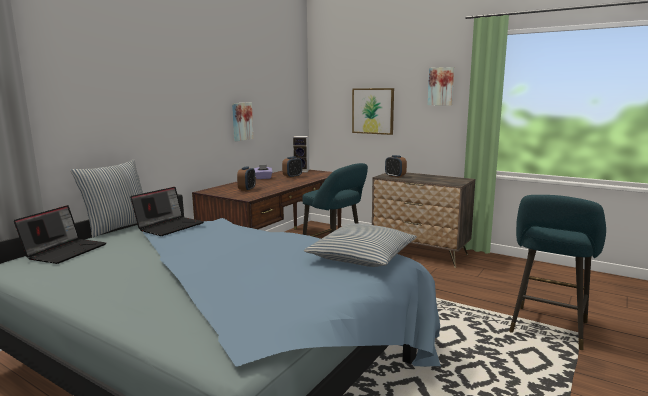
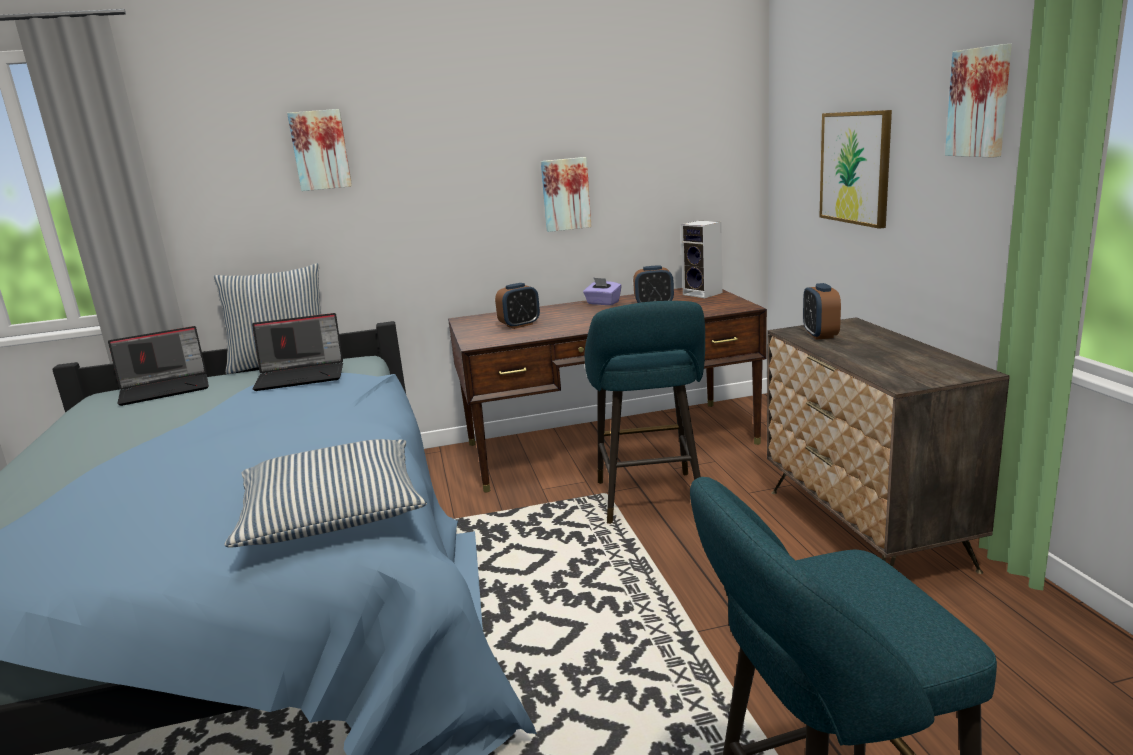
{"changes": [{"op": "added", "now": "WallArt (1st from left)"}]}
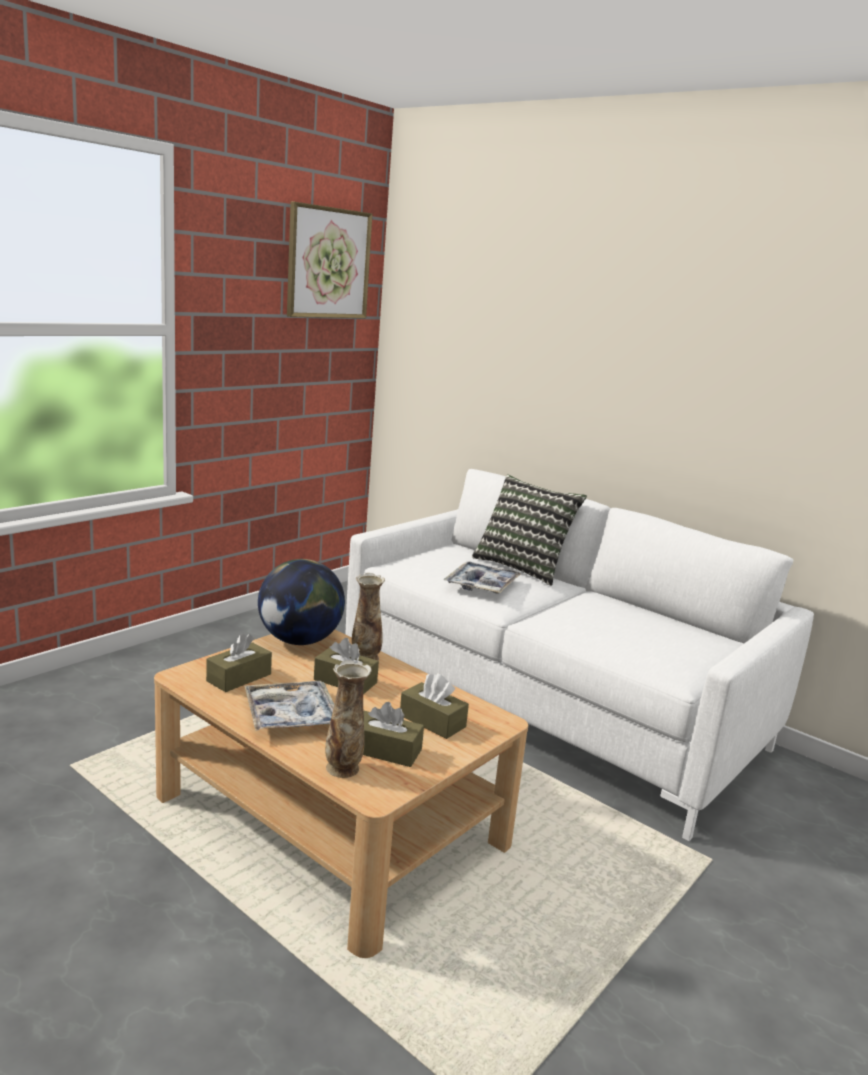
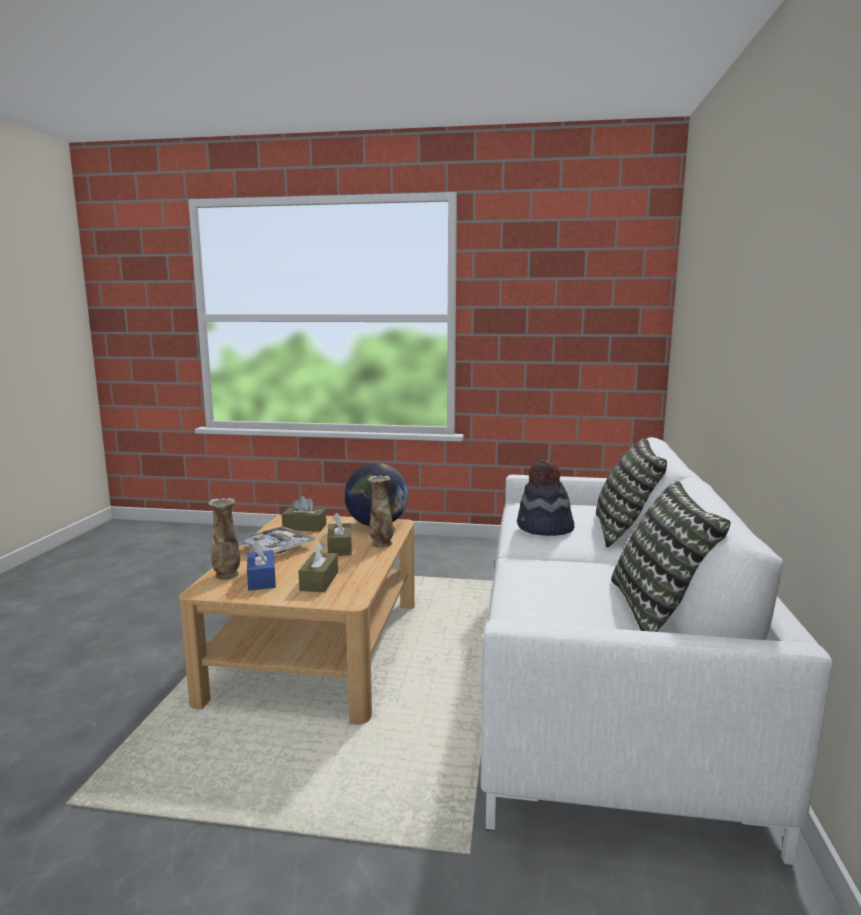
{"changes": [{"op": "removed", "was": "WallArt"}, {"op": "added", "now": "Pillow (2nd from left)"}, {"op": "replaced", "was": "CarryingTray (2nd from left)", "now": "Hat"}, {"op": "recoloured", "was": "BrownishTissueHolder (3rd from left)", "now": "BluishTissueHolder"}]}
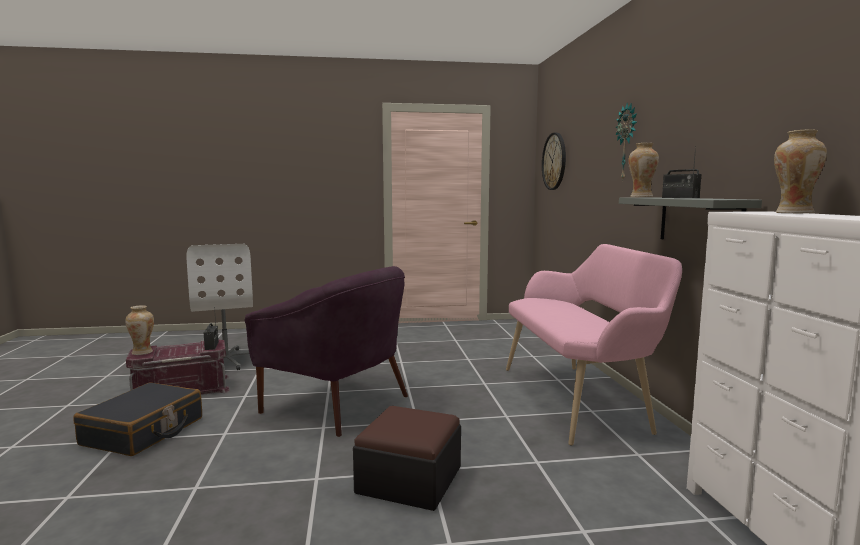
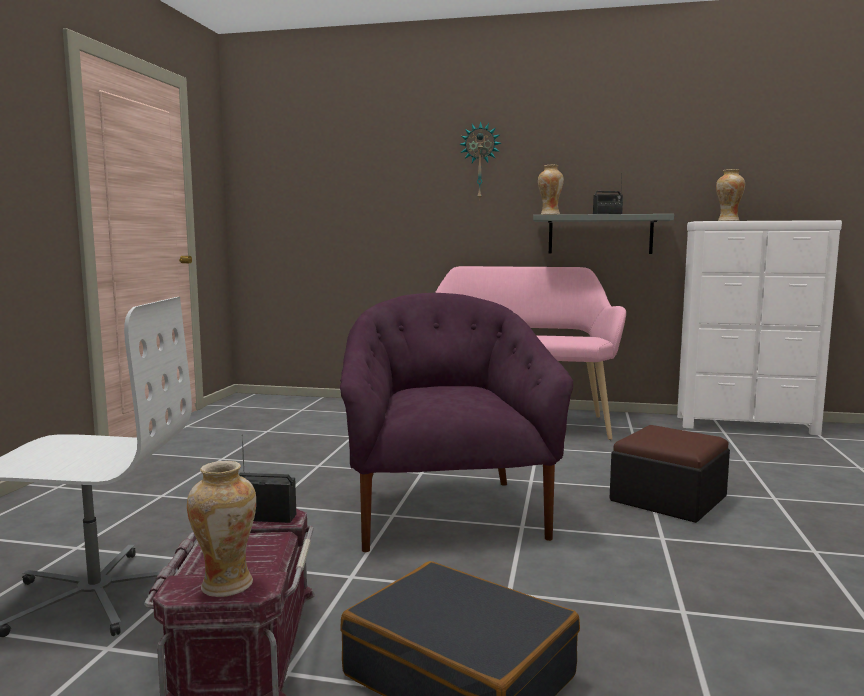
{"changes": [{"op": "removed", "was": "ClockOnTheWall (1st from left)"}, {"op": "turned", "was": "PurpleArmchair", "clockwise": -60}]}
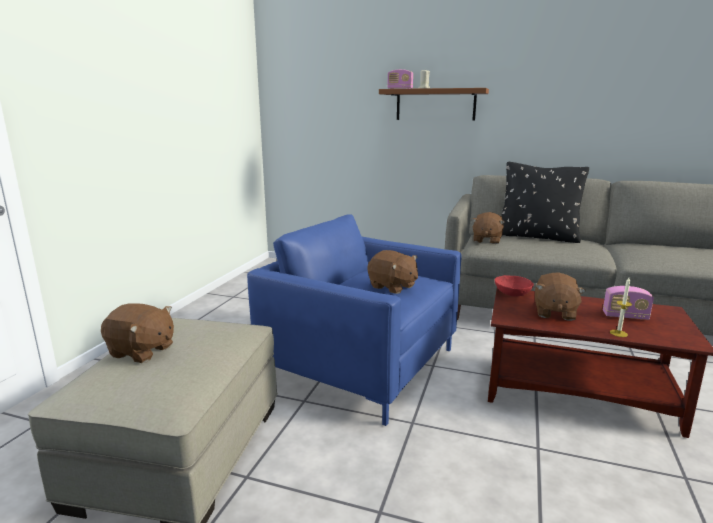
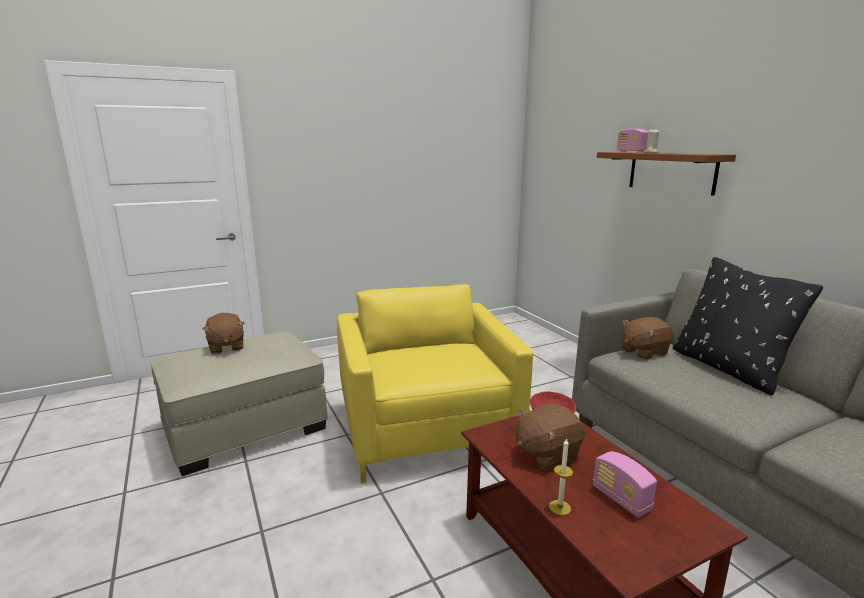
{"changes": [{"op": "removed", "was": "BrownishSoftToy (2nd from left)"}, {"op": "recoloured", "was": "BluishArmchair", "now": "YellowColouredArmchair"}]}
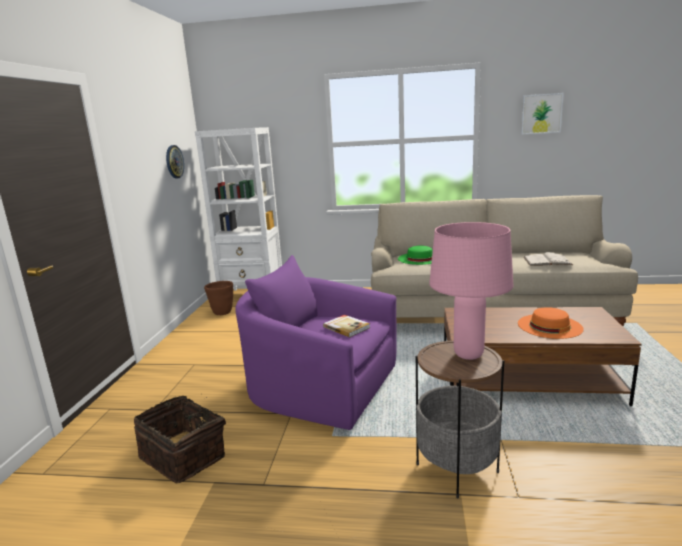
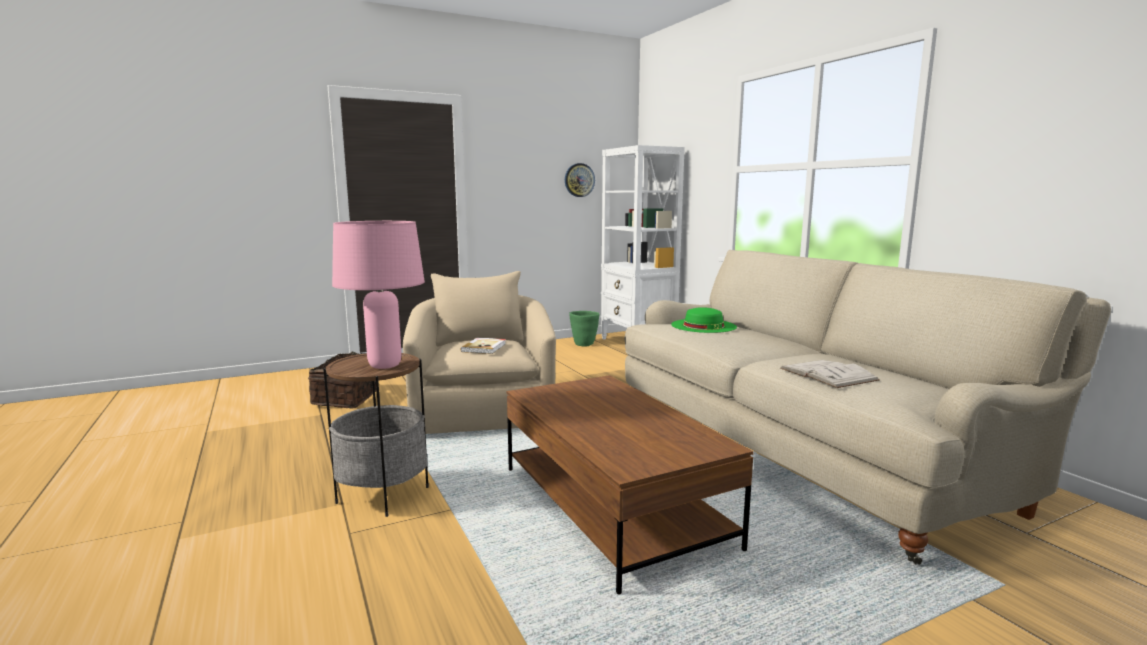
{"changes": [{"op": "removed", "was": "OrangeHat"}, {"op": "removed", "was": "WallArt"}, {"op": "recoloured", "was": "BrownishPlantPot", "now": "GreenishPlantPot"}, {"op": "recoloured", "was": "PurpleArmchair", "now": "BeigeArmchair"}]}
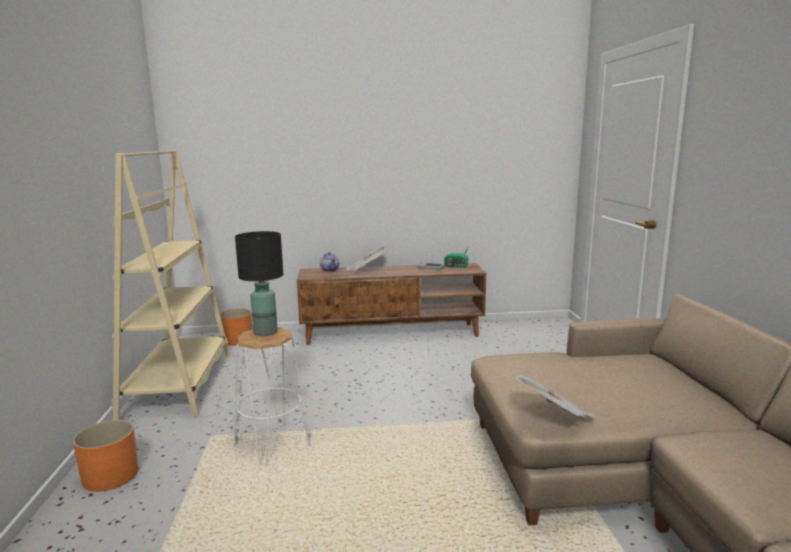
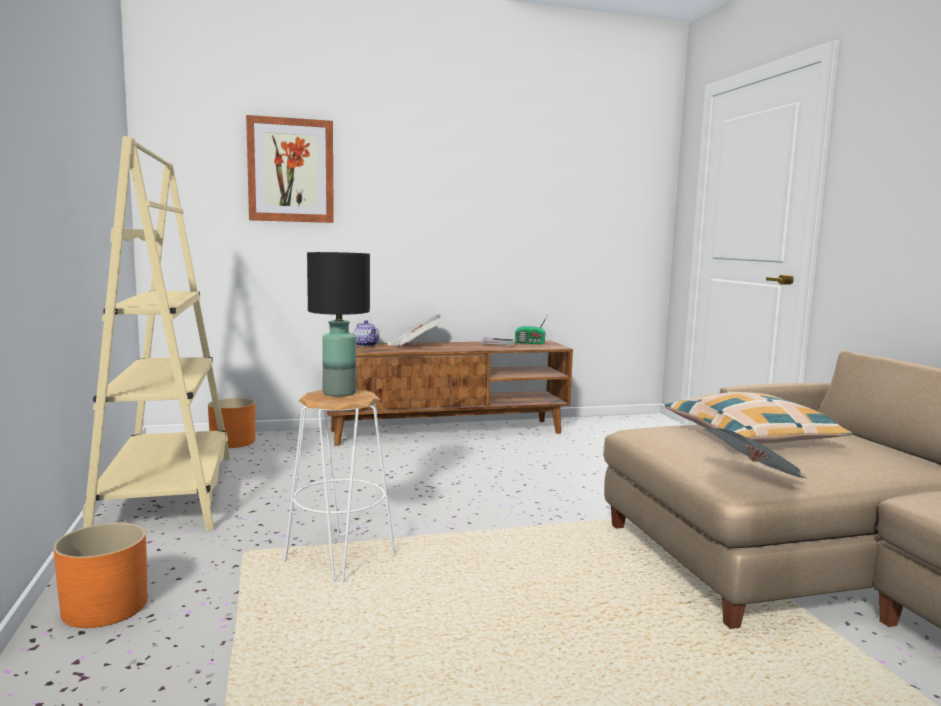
{"changes": [{"op": "added", "now": "WallArt"}, {"op": "added", "now": "Pillow"}]}
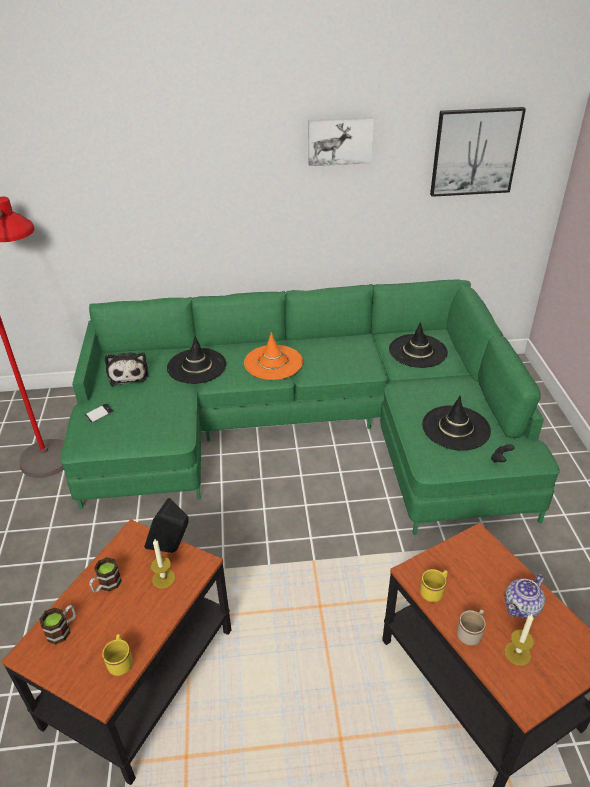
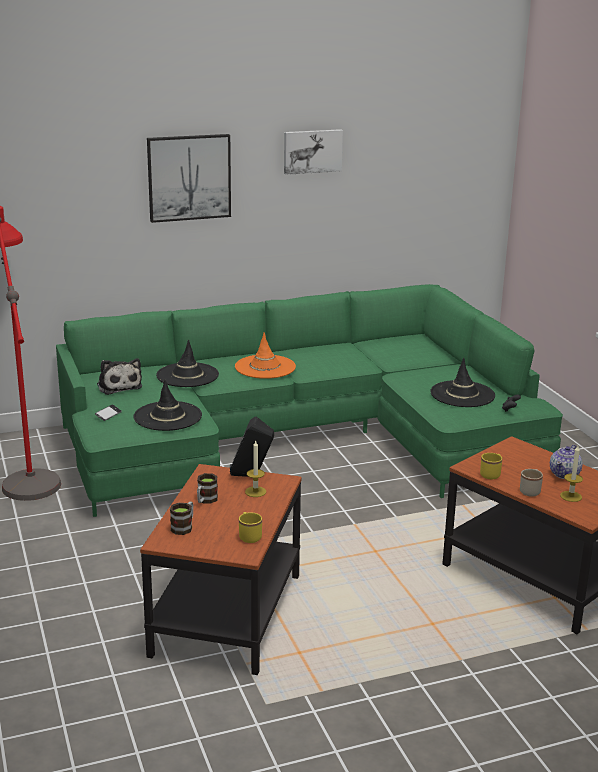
{"changes": [{"op": "moved", "was": "BlackHat (2nd from left in the first image)", "now": "BlackHat (1st from left)"}, {"op": "moved", "was": "WallArt (2nd from left in the first image)", "now": "WallArt (1st from left)"}]}
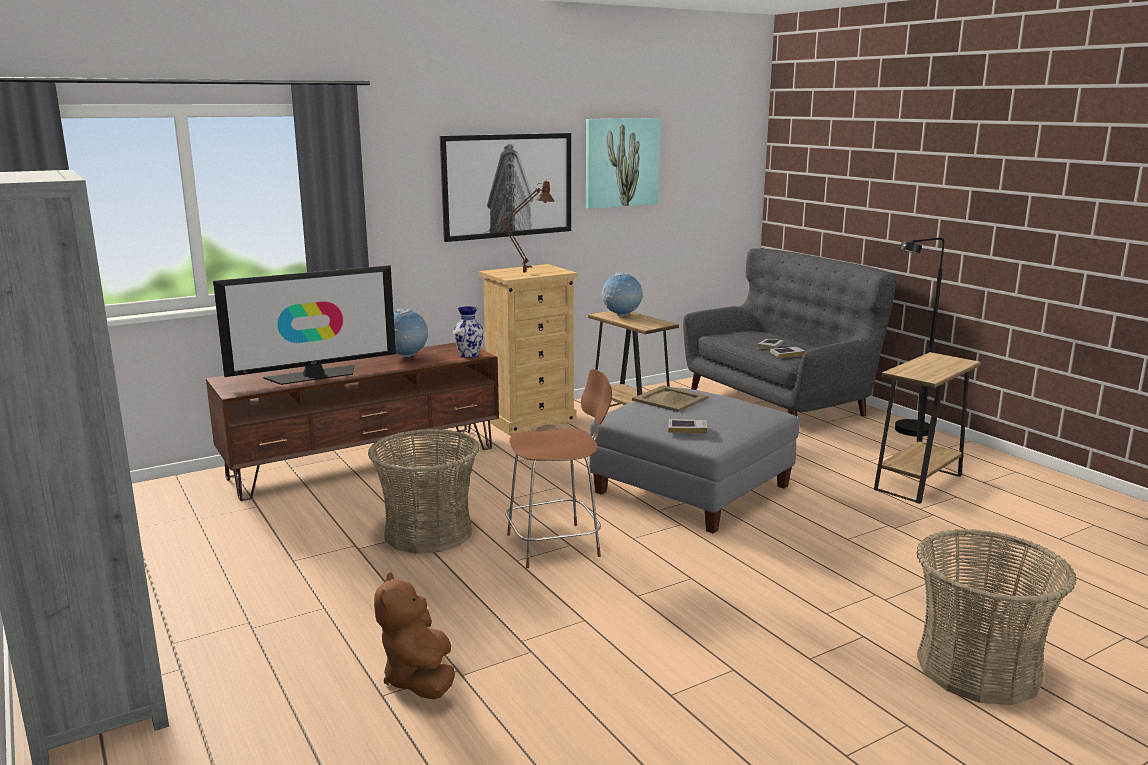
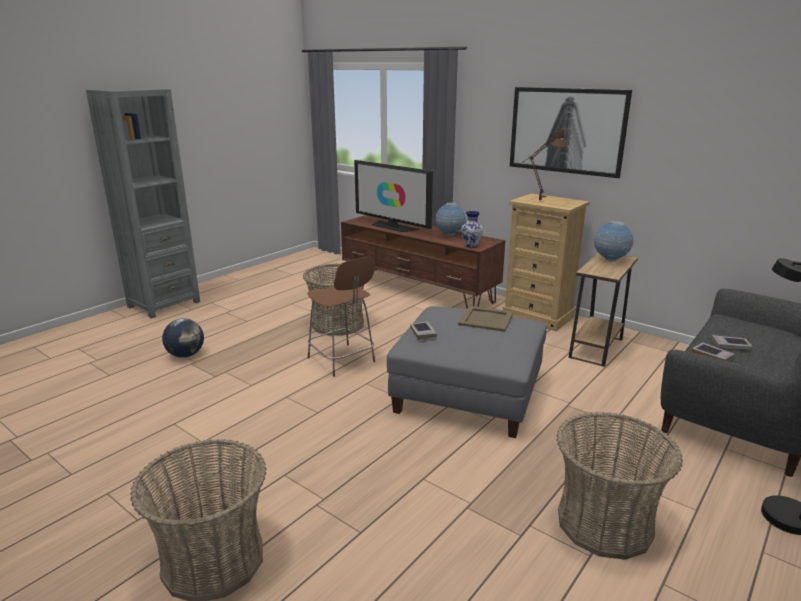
{"changes": [{"op": "removed", "was": "WallArt (2nd from left)"}, {"op": "replaced", "was": "BrownishSoftToy", "now": "WorldGlobe (1st from left)"}, {"op": "replaced", "was": "BrownishAccentTable (2nd from left)", "now": "Basket (3rd from left)"}]}
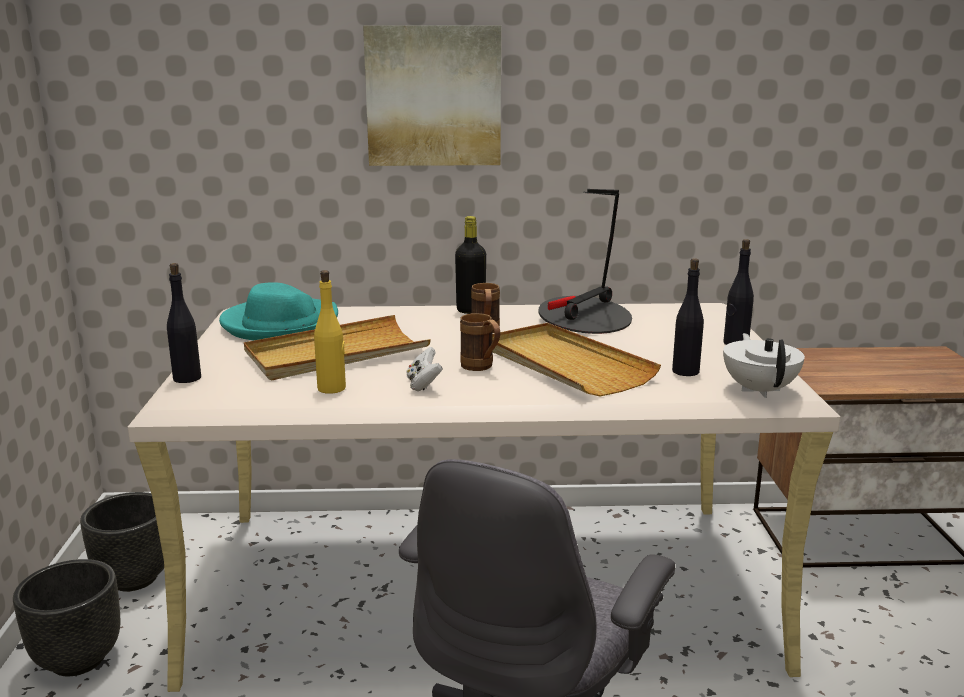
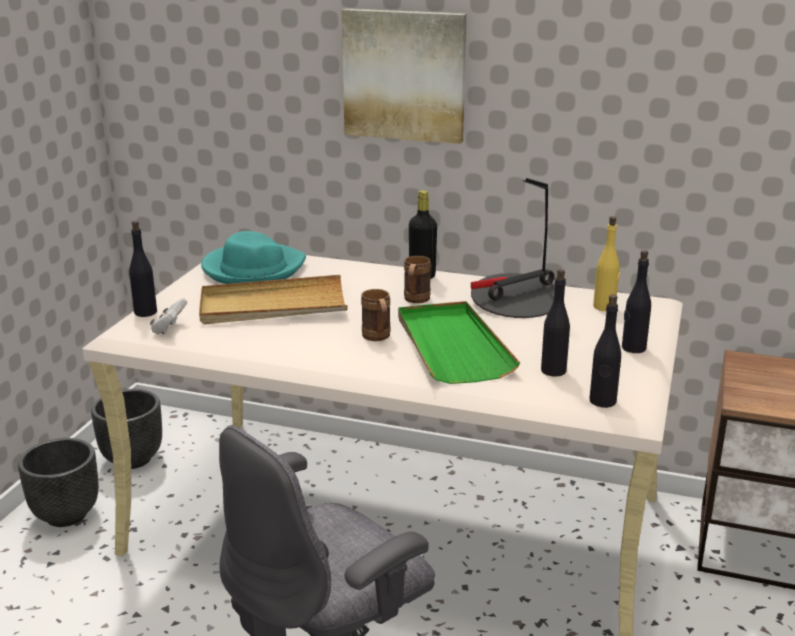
{"changes": [{"op": "moved", "was": "YellowColouredBottle"}, {"op": "moved", "was": "WhitishGamepad"}, {"op": "replaced", "was": "WhitishTeapot", "now": "BlackBottle (4th from left)"}, {"op": "recoloured", "was": "BeigeCarryingTray (2nd from left)", "now": "GreenishCarryingTray"}]}
